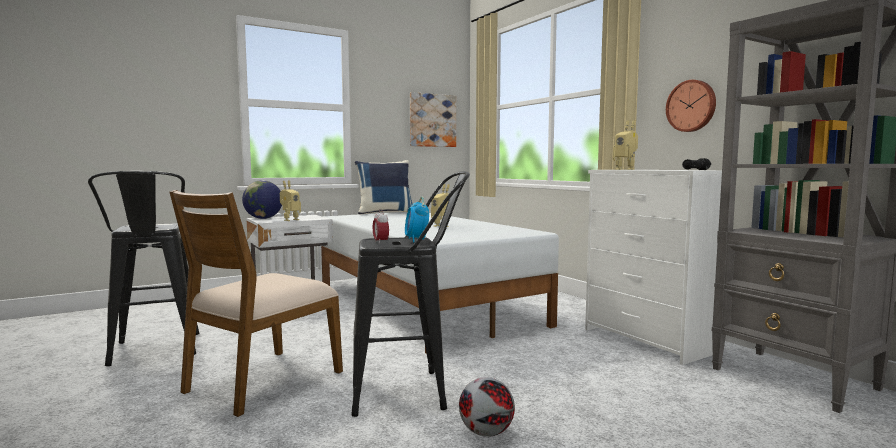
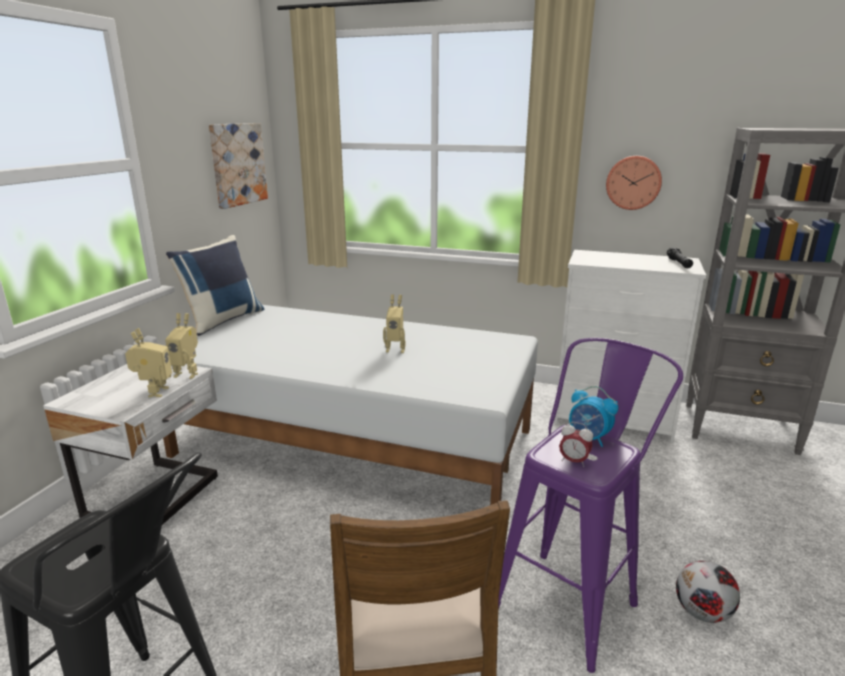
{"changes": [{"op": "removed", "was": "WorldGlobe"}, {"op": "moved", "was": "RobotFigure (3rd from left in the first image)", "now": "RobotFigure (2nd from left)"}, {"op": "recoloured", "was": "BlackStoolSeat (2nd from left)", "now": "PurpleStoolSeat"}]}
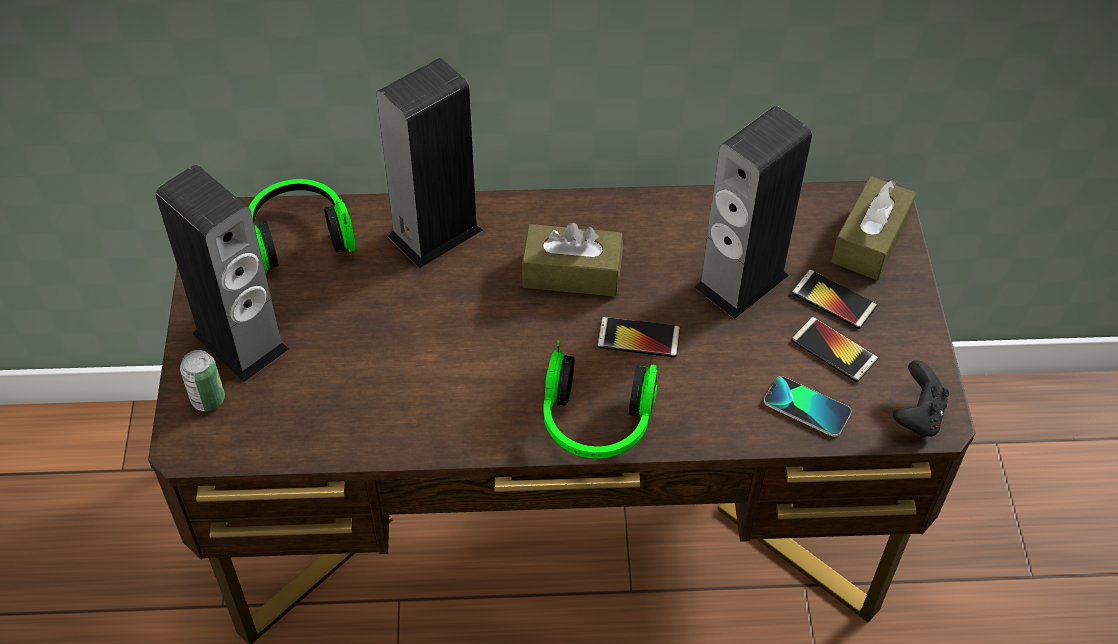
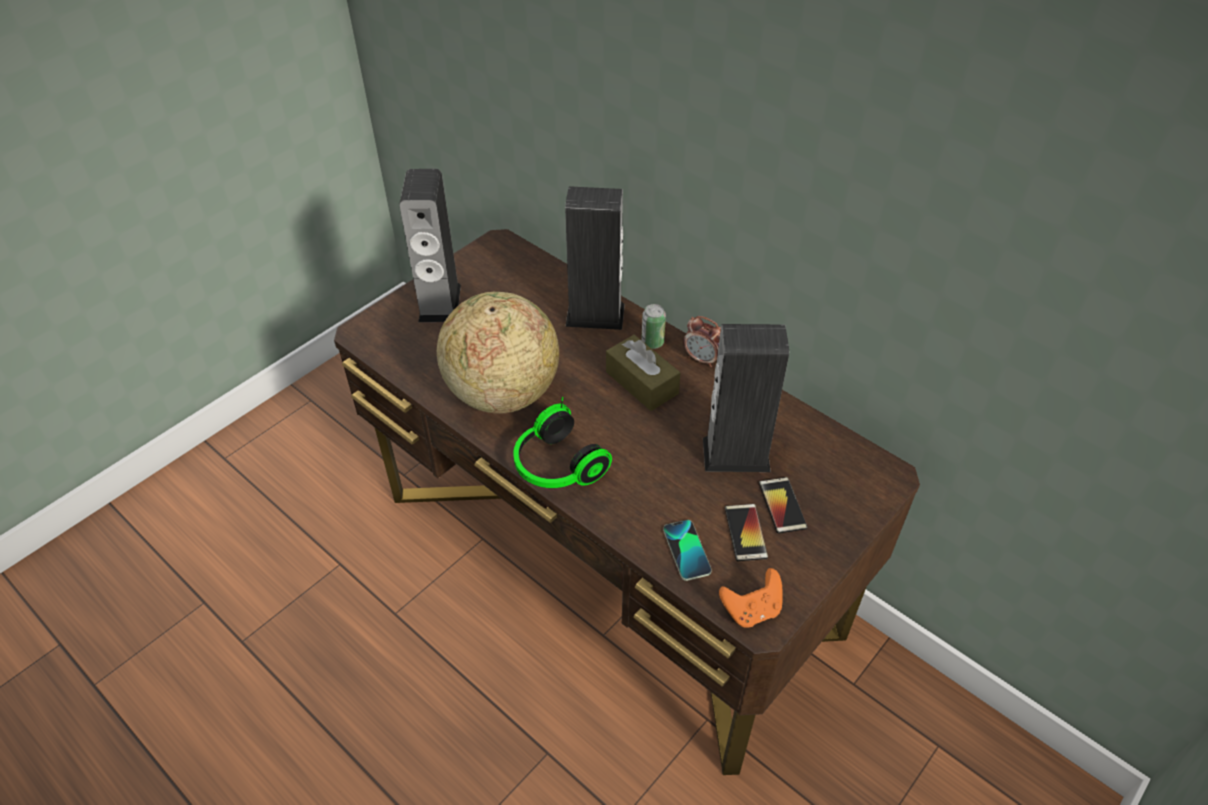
{"changes": [{"op": "removed", "was": "PairOfHeadphones (1st from left)"}, {"op": "removed", "was": "Handset (1st from left)"}, {"op": "removed", "was": "BrownishTissueHolder (2nd from left)"}, {"op": "added", "now": "WorldGlobe"}, {"op": "added", "now": "BedsideClock"}, {"op": "moved", "was": "MetalCan"}, {"op": "recoloured", "was": "BlackGamepad", "now": "OrangeGamepad"}]}
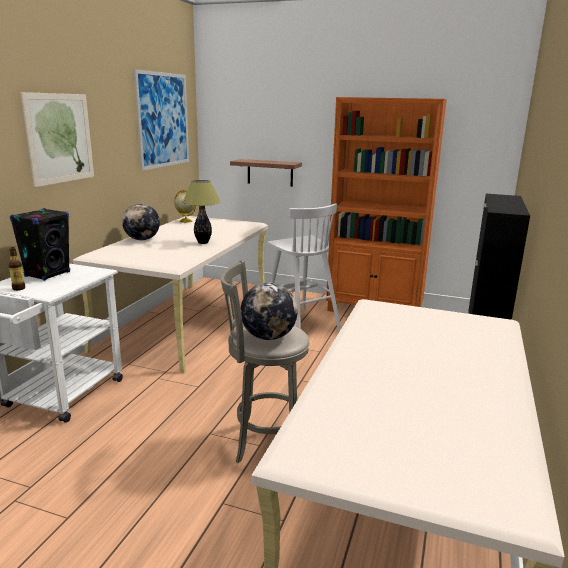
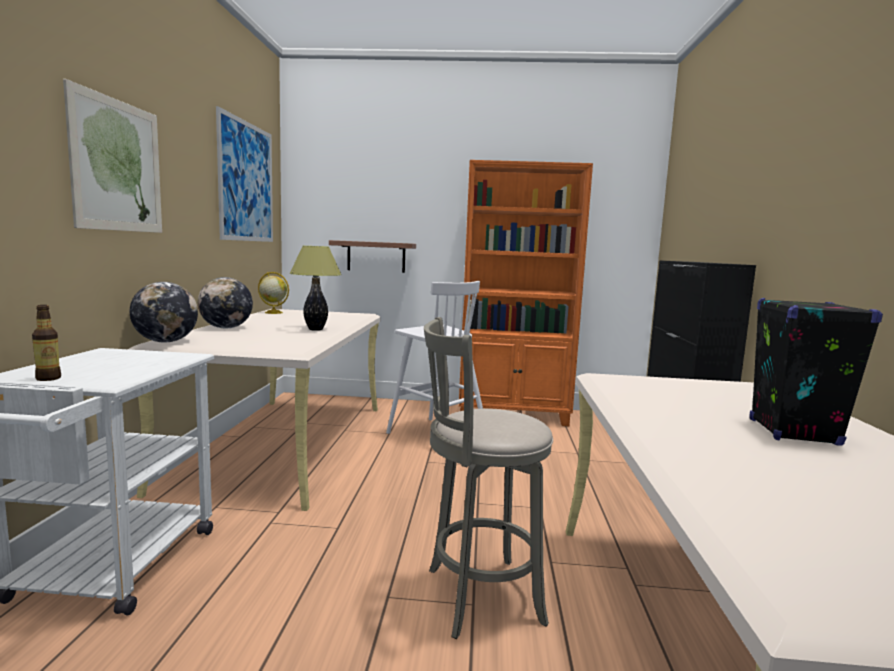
{"changes": [{"op": "moved", "was": "BlackLoudspeaker"}, {"op": "moved", "was": "WorldGlobe (3rd from left in the first image)", "now": "WorldGlobe (1st from left)"}]}
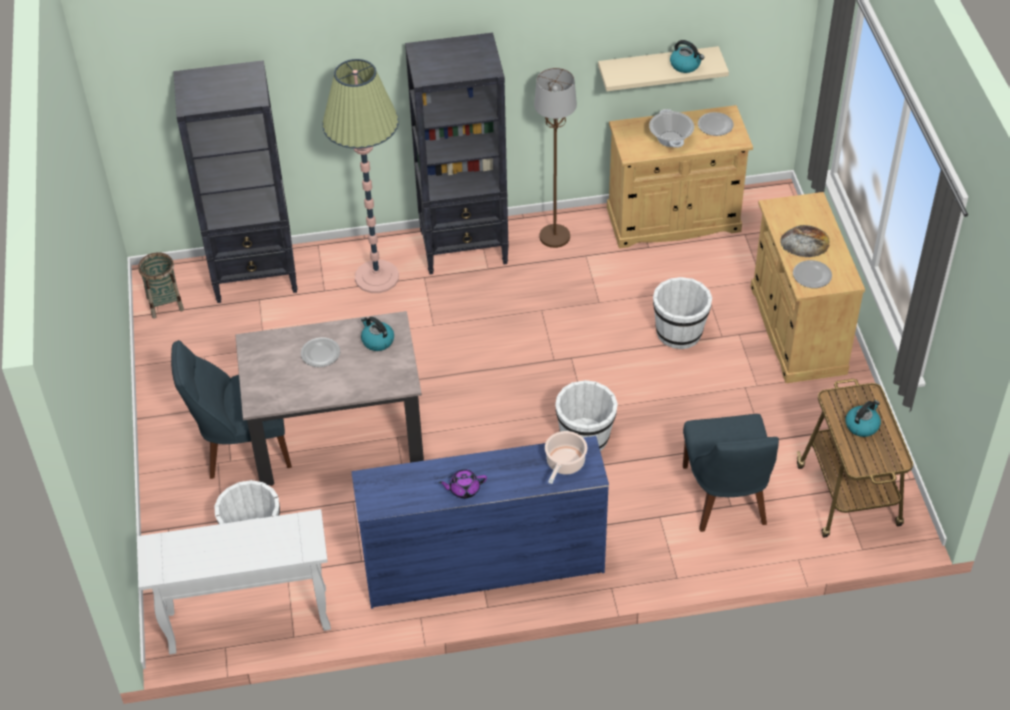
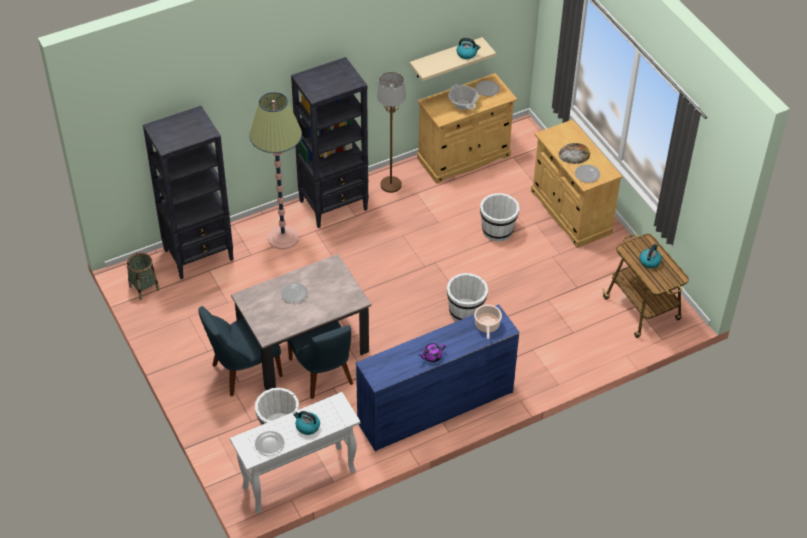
{"changes": [{"op": "added", "now": "DinnerPlate (1st from left)"}, {"op": "moved", "was": "WaterKettle (1st from left)"}, {"op": "moved", "was": "BluishPlainChair (2nd from left)"}]}
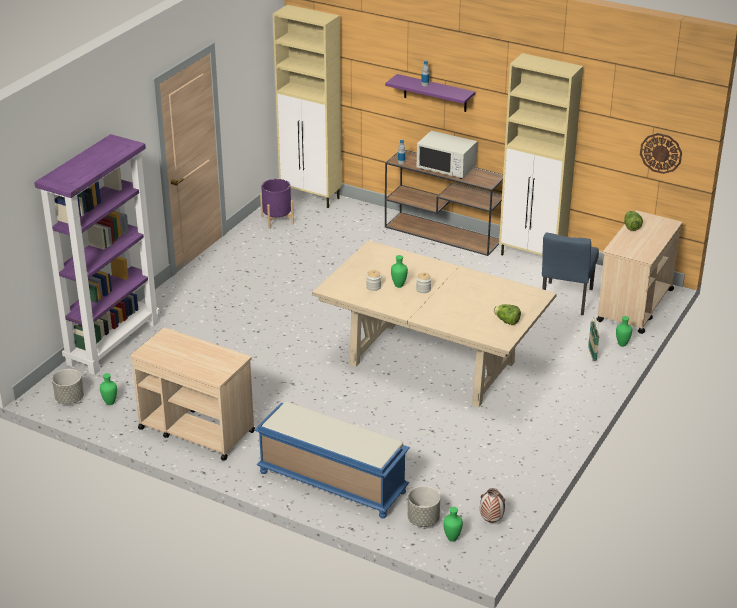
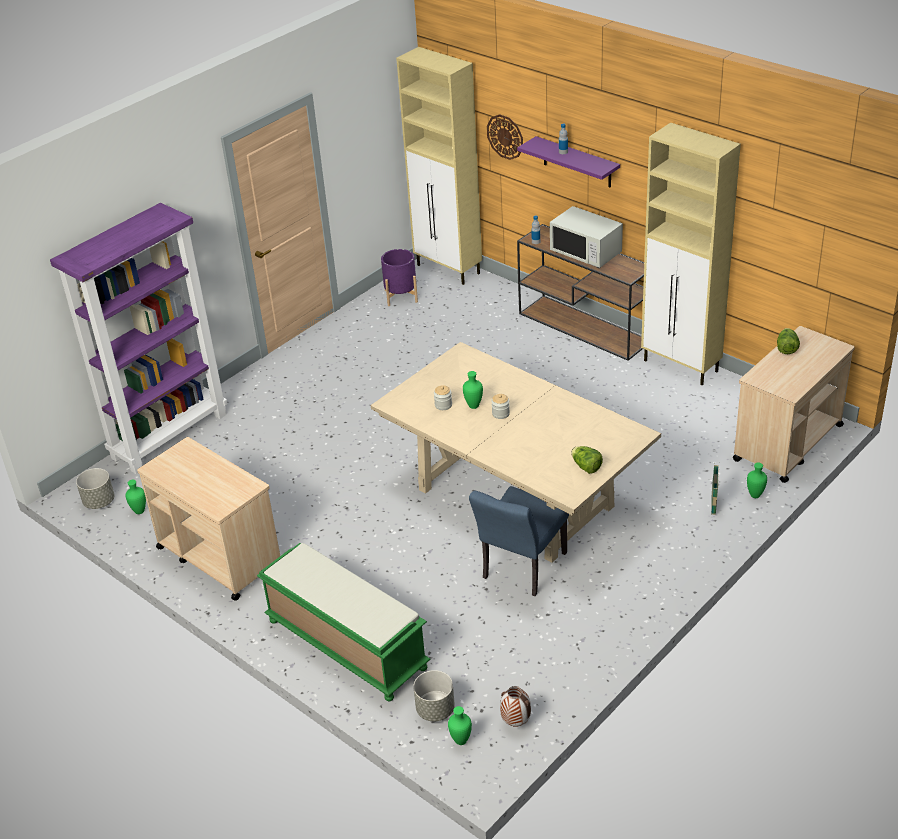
{"changes": [{"op": "moved", "was": "BluishPlainChair"}, {"op": "moved", "was": "ClockOnTheWall"}, {"op": "recoloured", "was": "BluishIndoorBench", "now": "GreenishIndoorBench"}]}
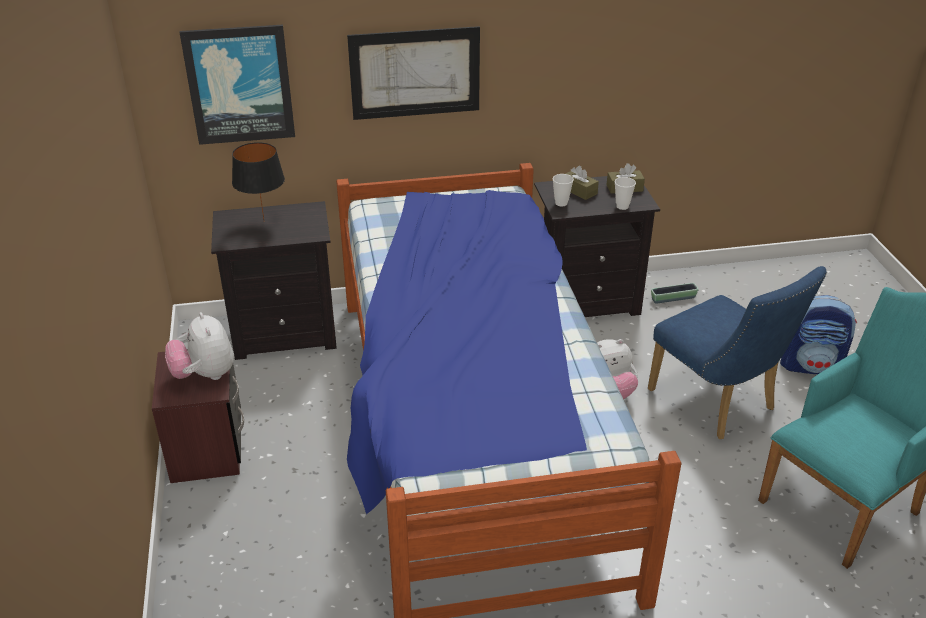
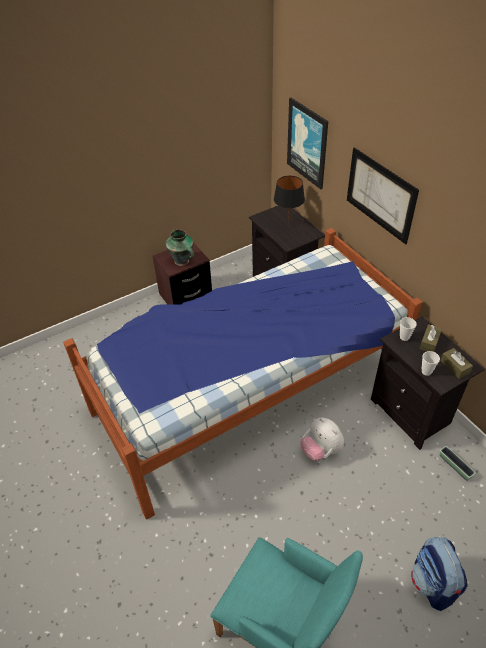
{"changes": [{"op": "removed", "was": "BluishPlainChair"}, {"op": "replaced", "was": "SoftToy (1st from left)", "now": "DecorativeVase"}]}
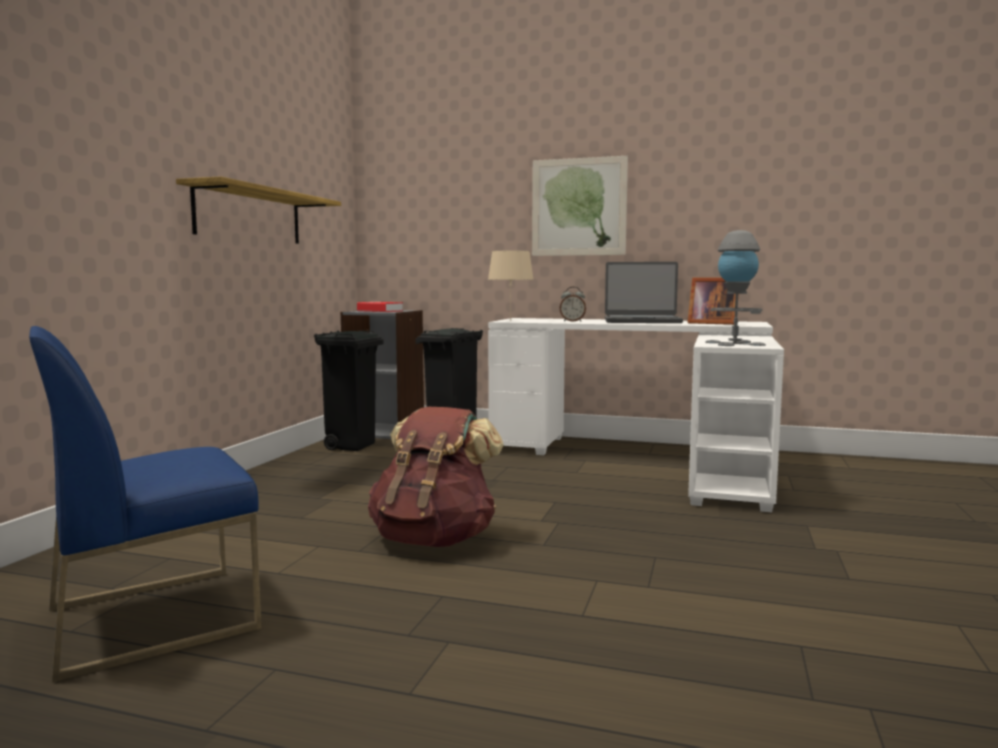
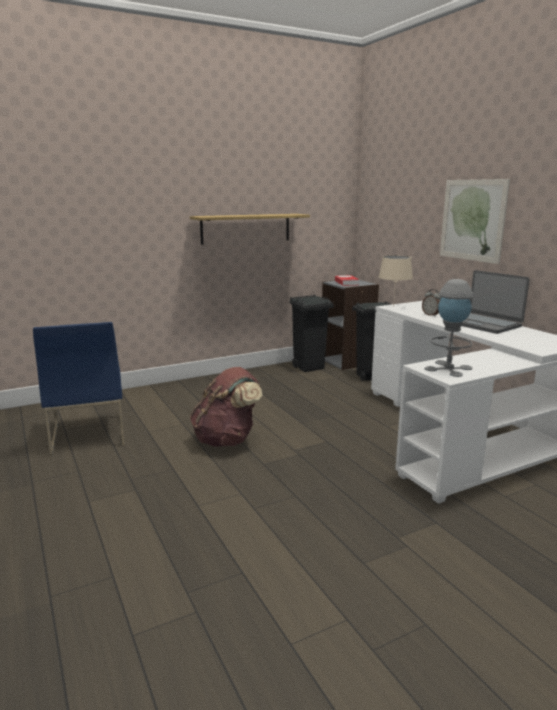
{"changes": [{"op": "removed", "was": "StandingFrame"}, {"op": "turned", "was": "BluishPlainChair", "clockwise": -120}]}
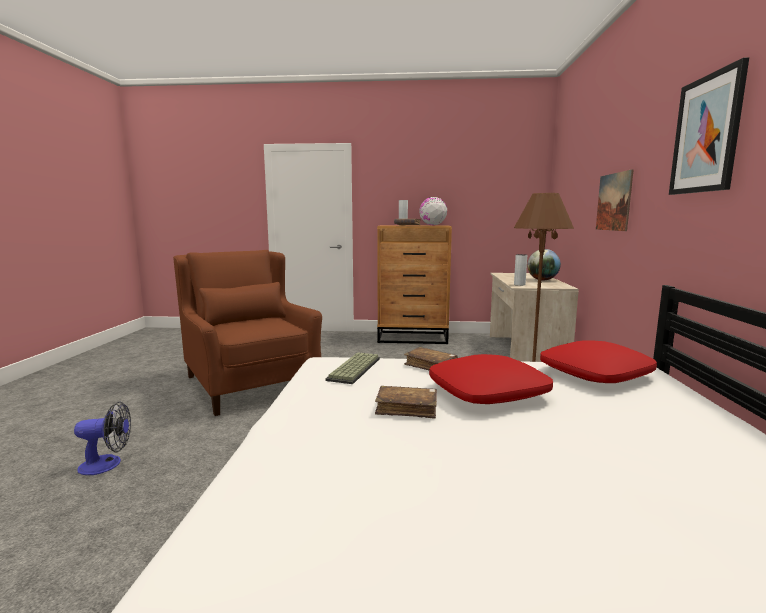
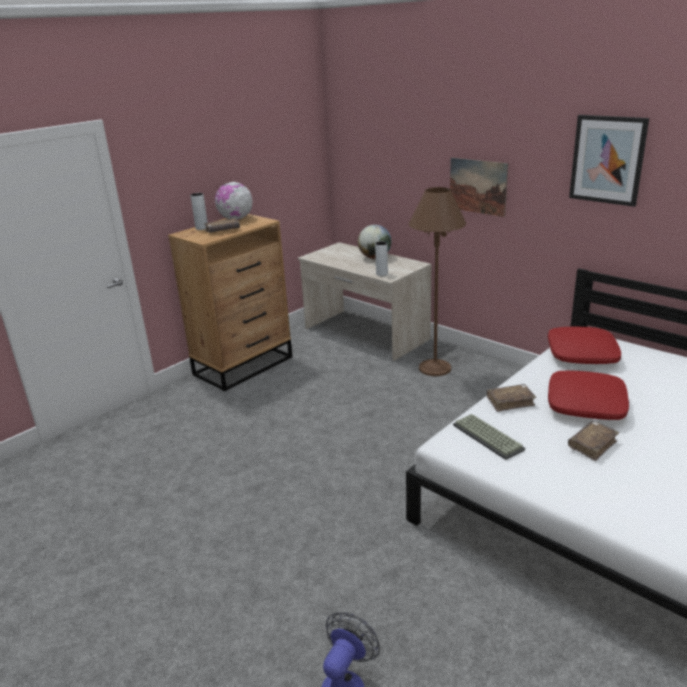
{"changes": [{"op": "removed", "was": "BrownishArmchair"}]}
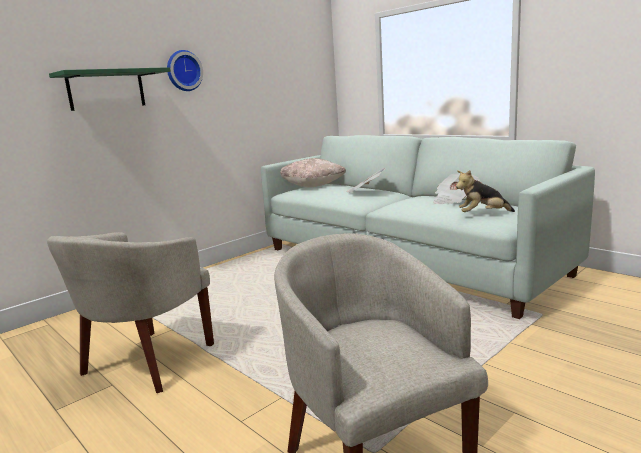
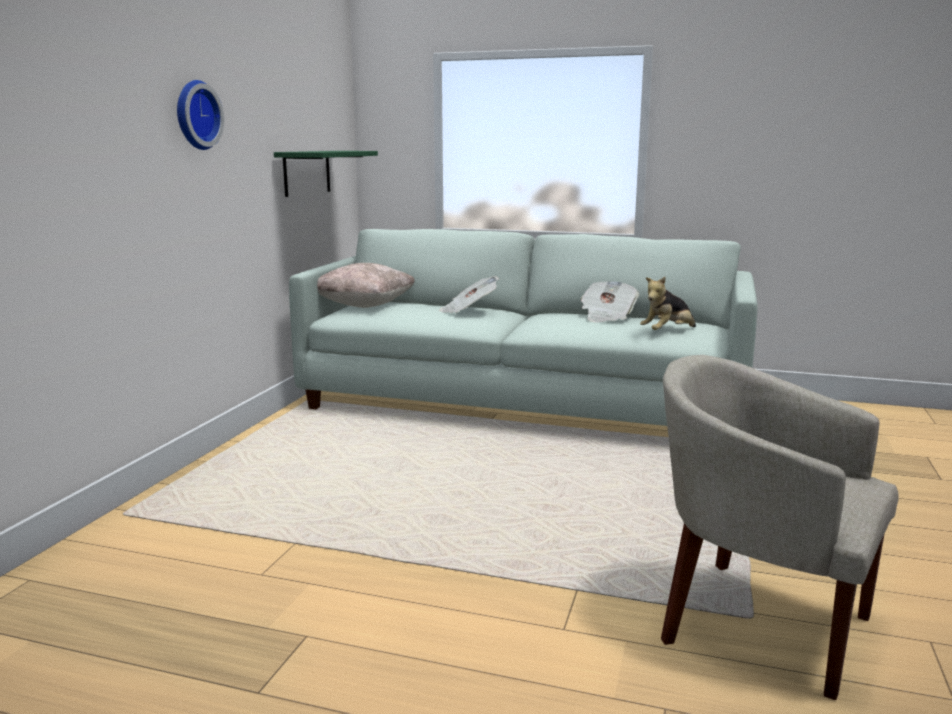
{"changes": [{"op": "removed", "was": "BeigeArmchair (1st from left)"}, {"op": "moved", "was": "GreenishWallShelf"}]}
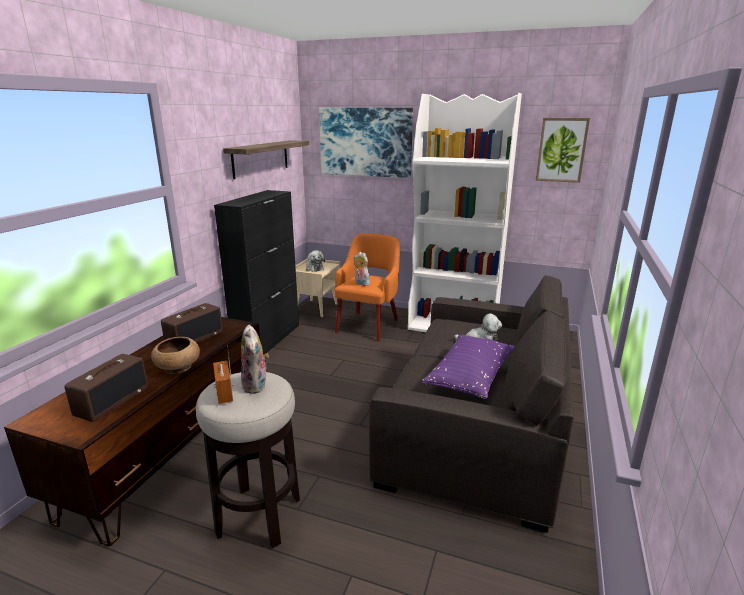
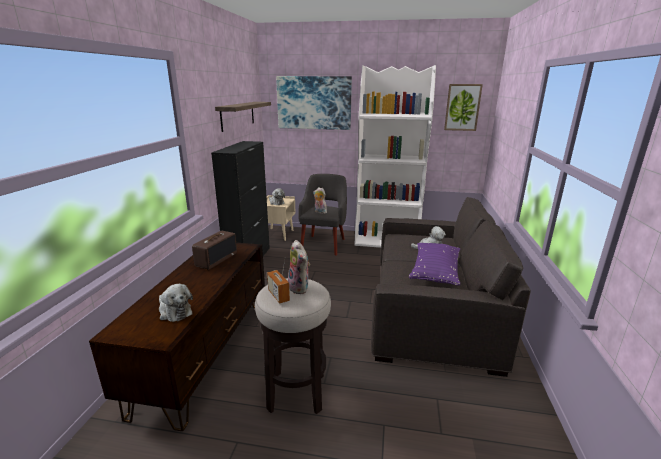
{"changes": [{"op": "removed", "was": "BrownishBowl"}, {"op": "replaced", "was": "RadioSet (1st from left)", "now": "SoftToy (1st from left)"}, {"op": "recoloured", "was": "OrangeArmchair", "now": "GrayArmchair"}]}
